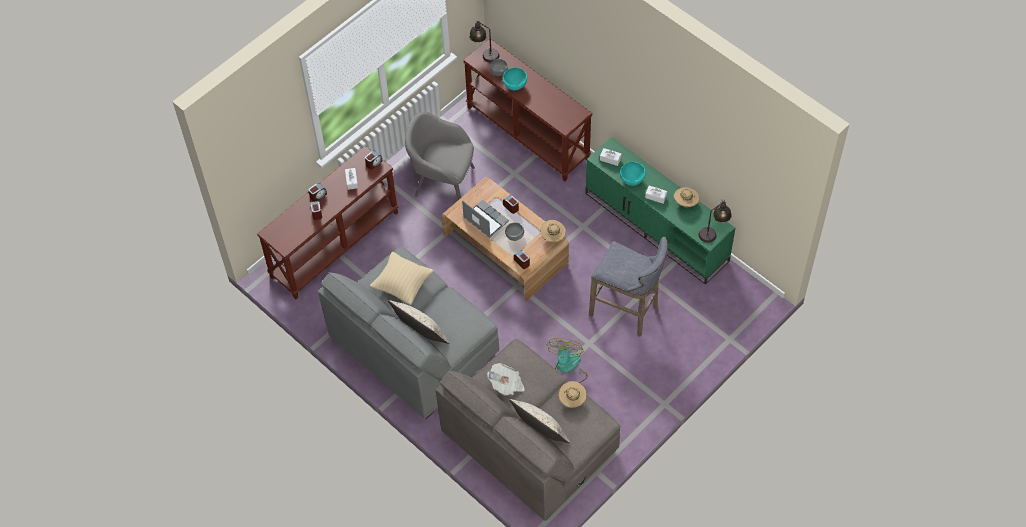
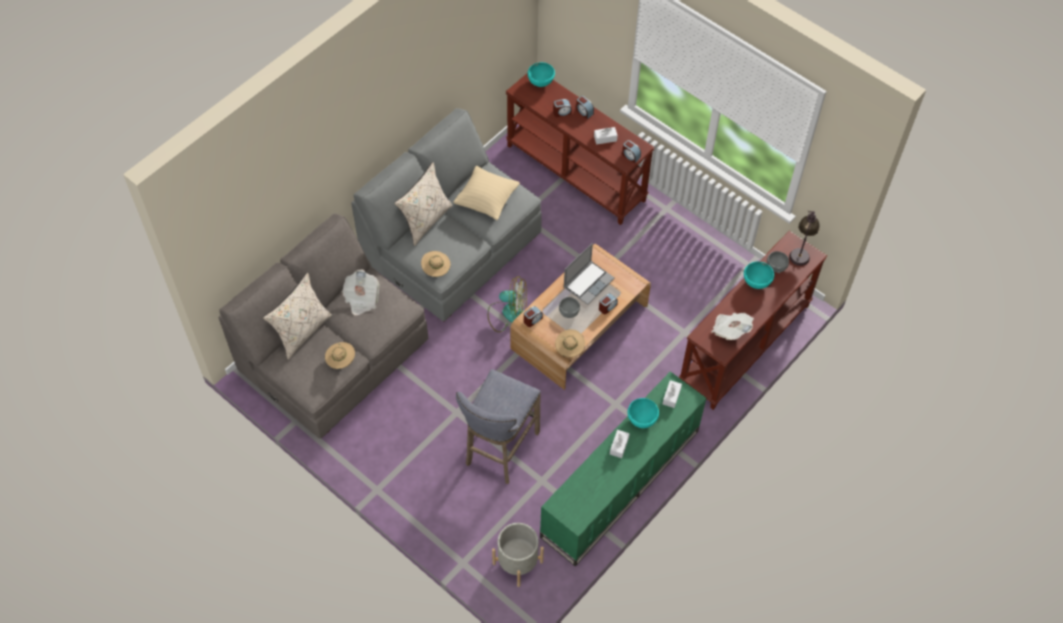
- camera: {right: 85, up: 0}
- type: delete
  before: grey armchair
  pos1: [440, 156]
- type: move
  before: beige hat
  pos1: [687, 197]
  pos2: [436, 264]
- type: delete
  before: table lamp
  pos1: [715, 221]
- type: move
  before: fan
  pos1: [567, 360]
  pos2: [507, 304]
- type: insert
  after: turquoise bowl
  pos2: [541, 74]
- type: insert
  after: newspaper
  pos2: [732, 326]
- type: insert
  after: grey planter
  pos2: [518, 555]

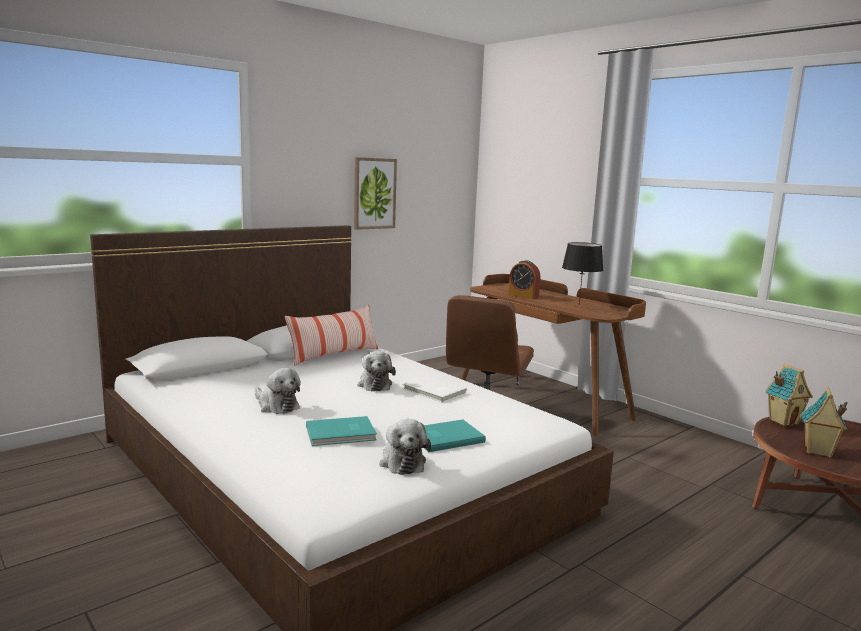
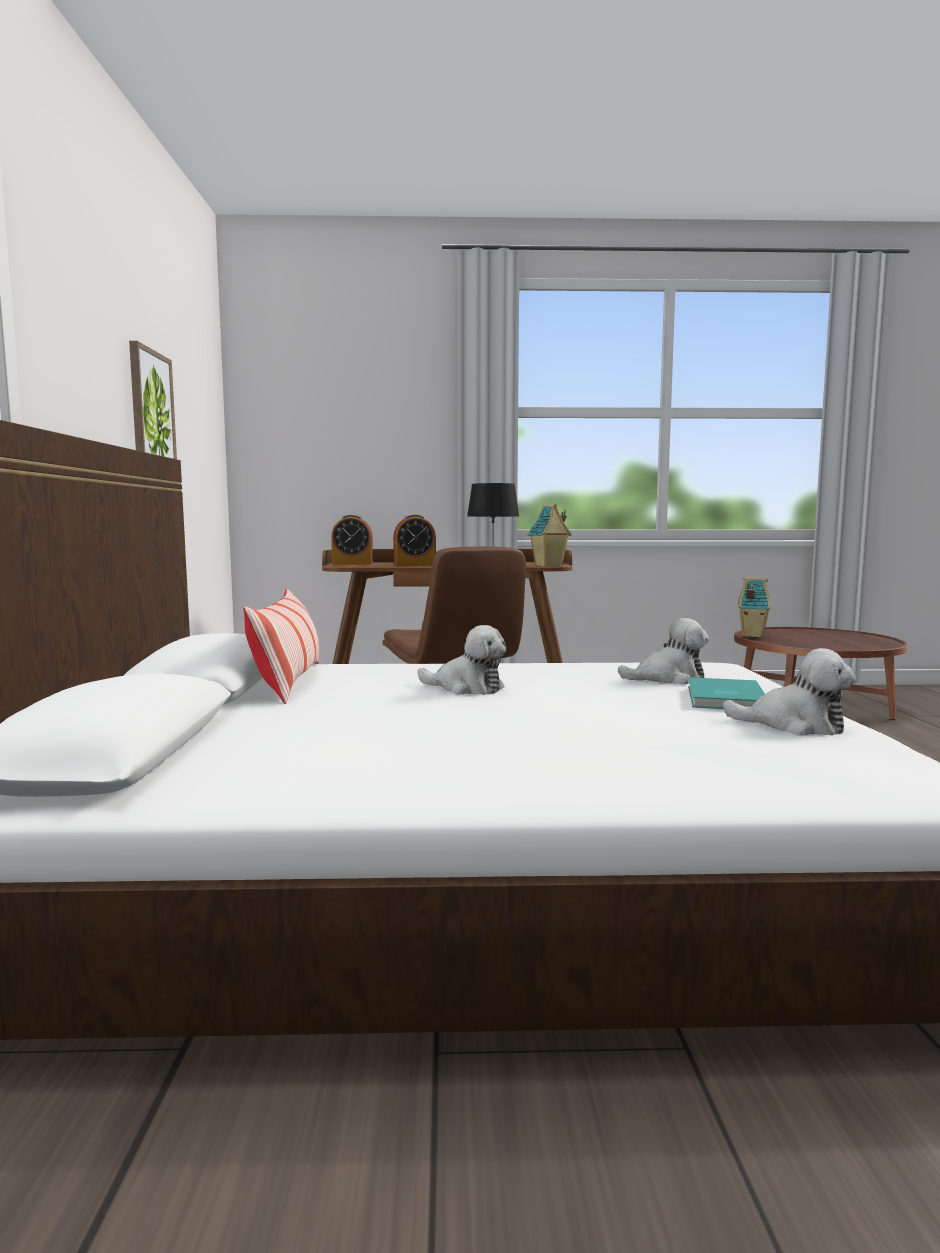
- camera: {right: -50, up: -5}
- type: move
  before: plush toy
  pos1: [278, 391]
  pos2: [663, 651]
- type: delete
  before: white book
  pos1: [435, 389]
- type: move
  before: toy house
  pos1: [824, 422]
  pos2: [549, 535]
- type: delete
  before: turquoise book
  pos1: [341, 431]
- type: insert
  after: alarm clock
  pos2: [352, 539]

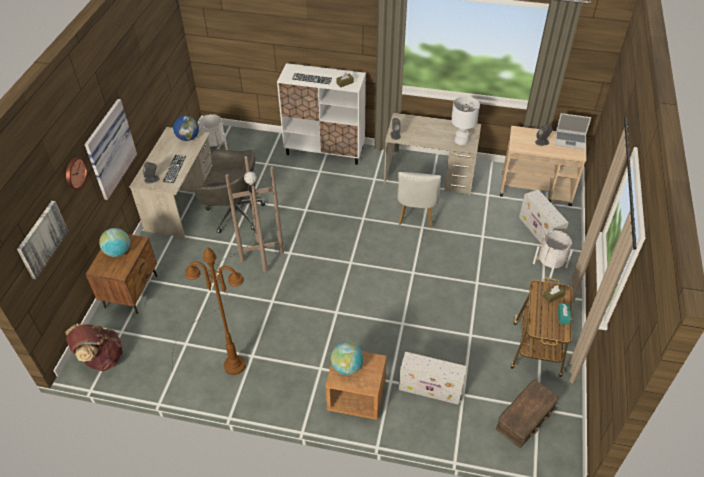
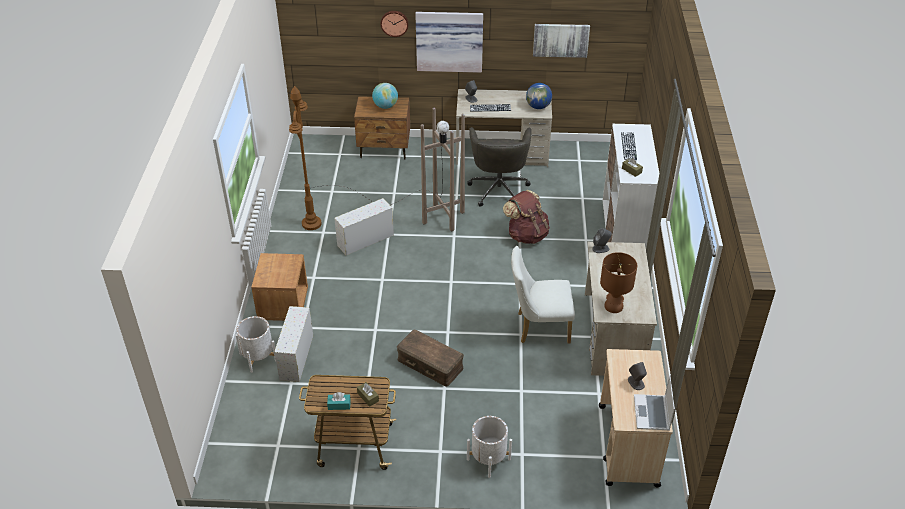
- camera: {right: 80, up: -5}
- type: recolor
  before: white table lamp
  after: brown table lamp
  pos1: [465, 120]
  pos2: [618, 282]
- type: move
  before: white planter
  pos1: [213, 132]
  pos2: [256, 344]
- type: move
  before: white storage box
  pos1: [544, 216]
  pos2: [364, 226]
- type: move
  before: picture
  pos1: [42, 240]
  pos2: [561, 41]
- type: move
  before: brown backpack
  pos1: [94, 347]
  pos2: [526, 217]
- type: delete
  before: globe
  pos1: [347, 358]
- type: move
  before: brown storage box
  pos1: [527, 414]
  pos2: [430, 358]

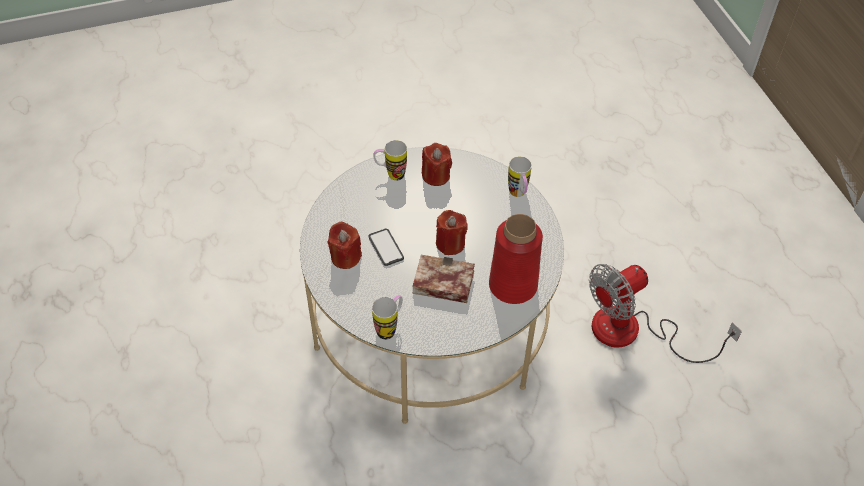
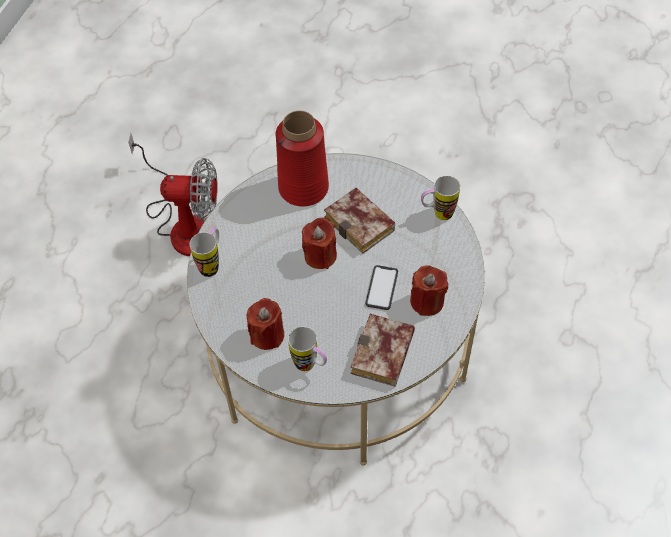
- camera: {right: -140, up: 5}
- type: insert
  after: book
  pos2: [383, 350]

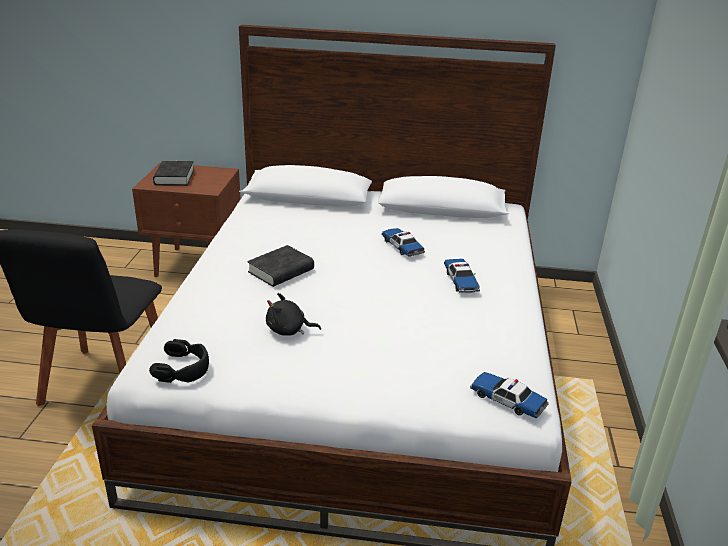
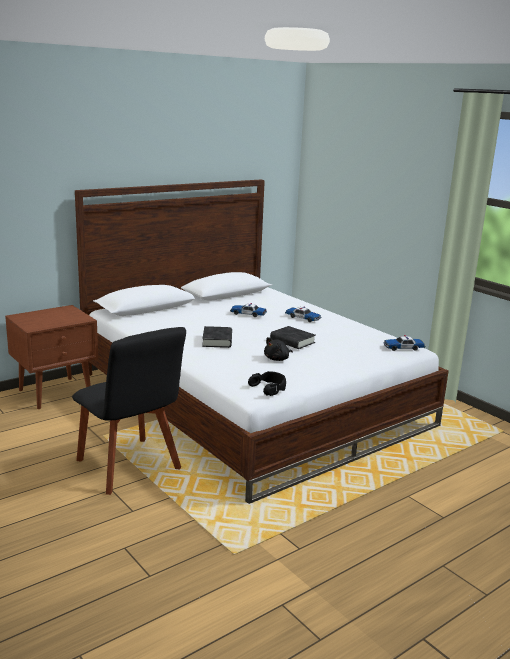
- camera: {right: -45, up: -10}
- type: move
  before: black book
  pos1: [173, 173]
  pos2: [293, 337]

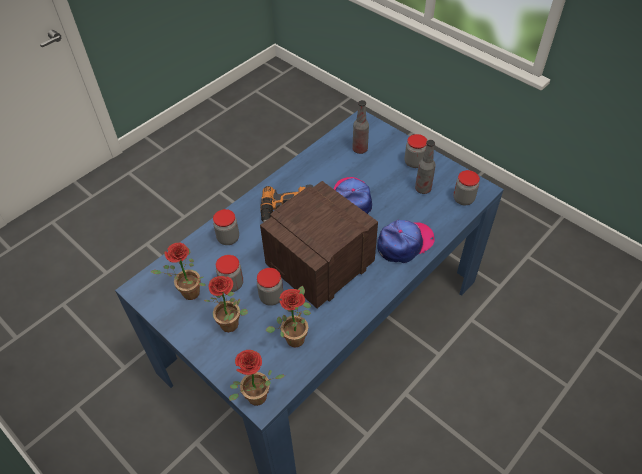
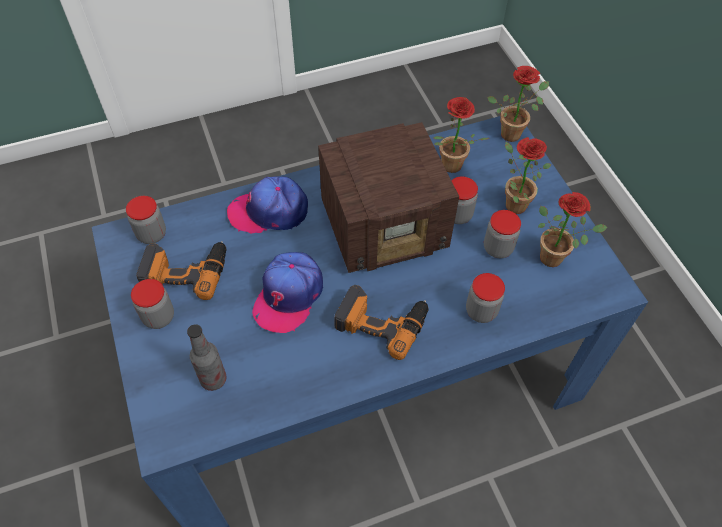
- camera: {right: -155, up: 5}
- type: replace
  before: bottle
  after: power drill
  pos1: [425, 167]
  pos2: [181, 270]

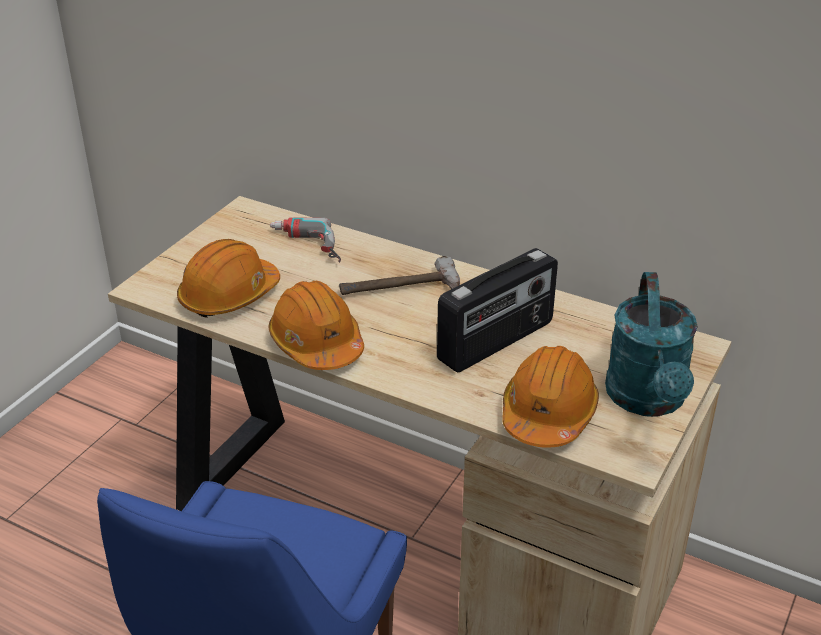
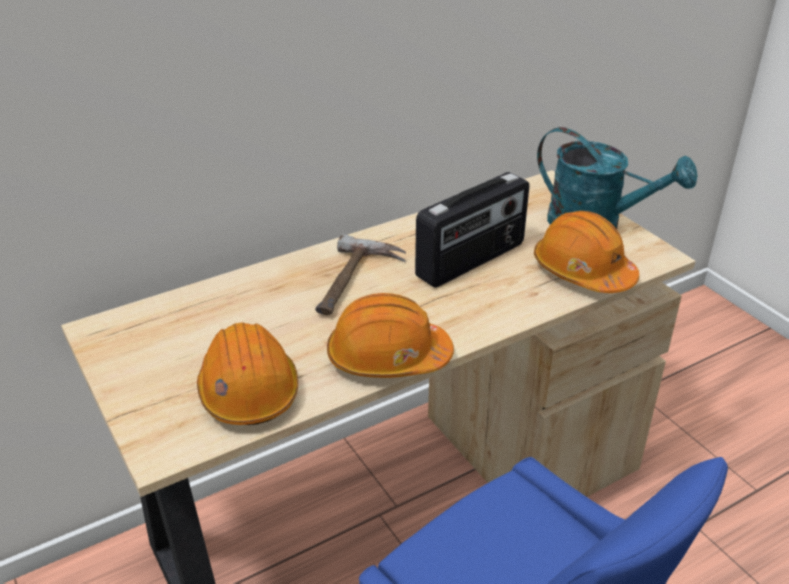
- camera: {right: -60, up: 0}
- type: delete
  before: power drill
  pos1: [305, 240]
- type: rotate
  before: radio
  pos1: [497, 310]
  pos2: [472, 230]
  turn: 60

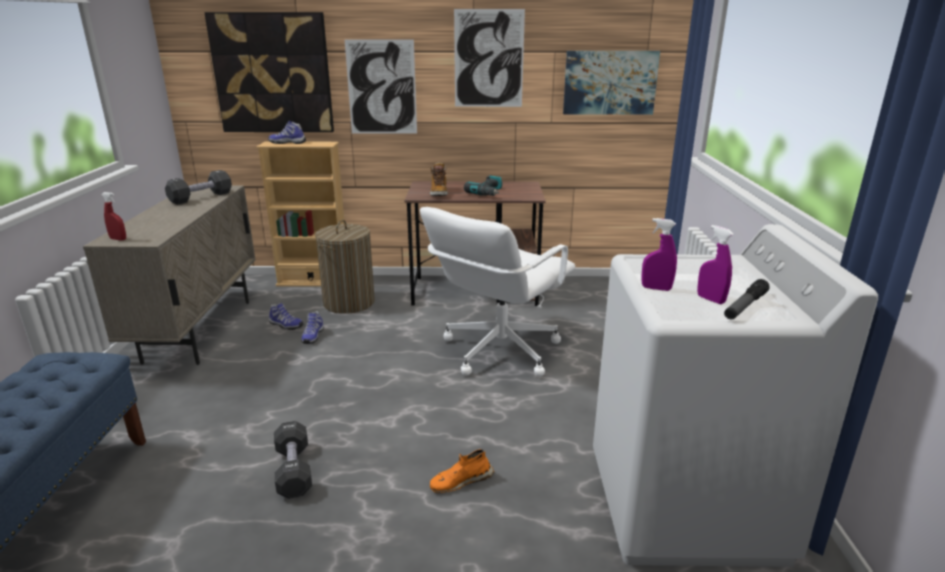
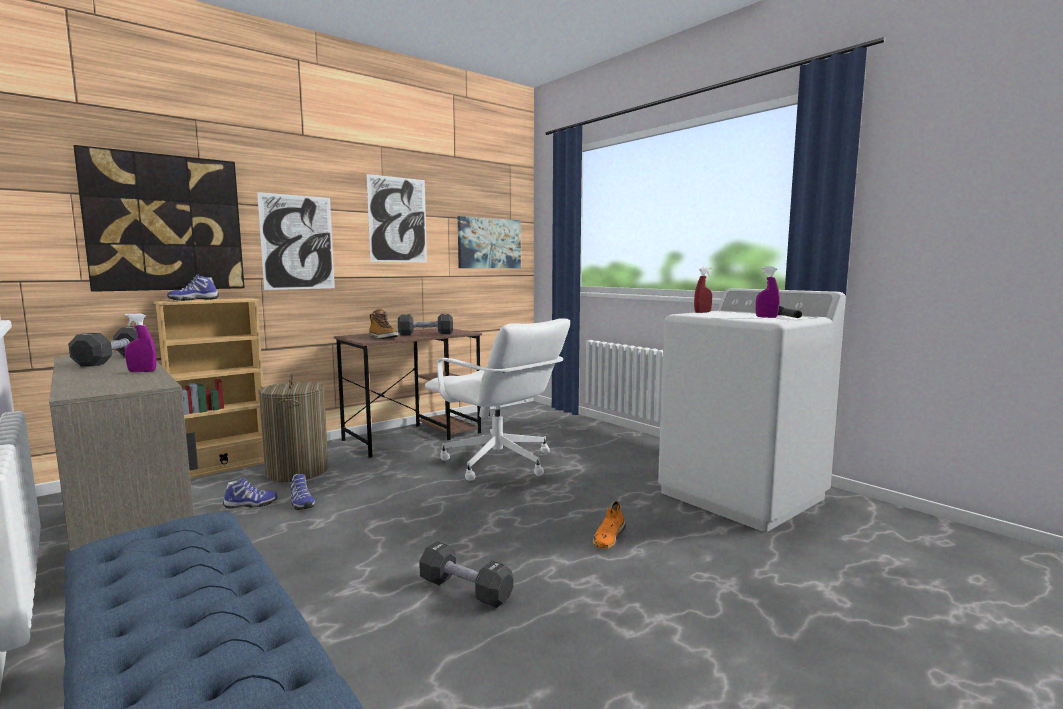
- camera: {right: -40, up: -15}
- type: replace
  before: power drill
  after: black dumbbell
  pos1: [483, 185]
  pos2: [425, 324]
- type: move
  before: red spray bottle
  pos1: [113, 216]
  pos2: [703, 290]
- type: rotate
  before: white office chair
  pos1: [498, 292]
  pos2: [497, 399]
  turn: -45
- type: move
  before: purple spray bottle
  pos1: [659, 254]
  pos2: [140, 342]

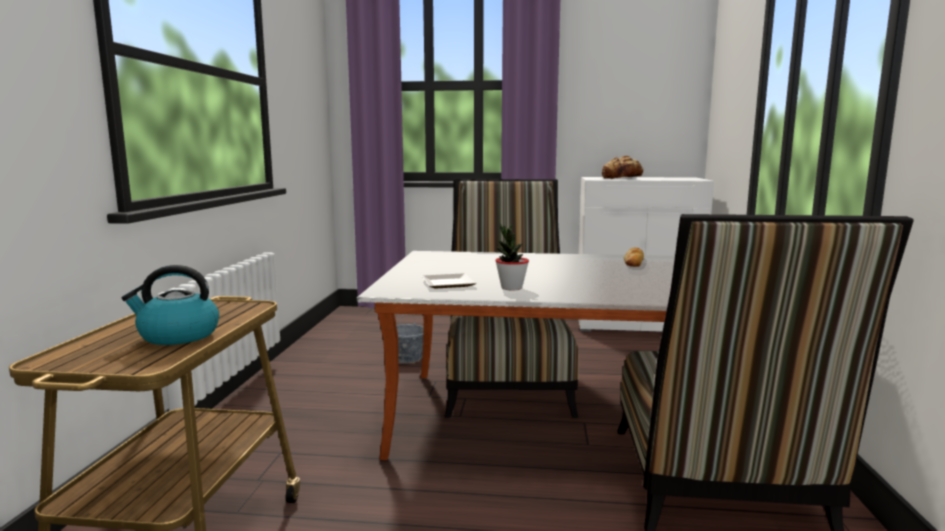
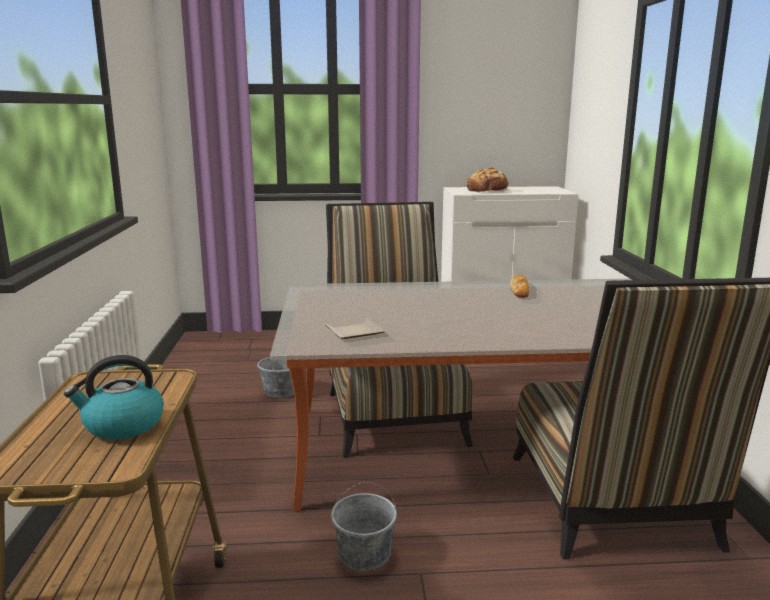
- camera: {right: -10, up: 5}
- type: delete
  before: potted plant
  pos1: [512, 257]
- type: insert
  after: grey bucket
  pos2: [364, 526]

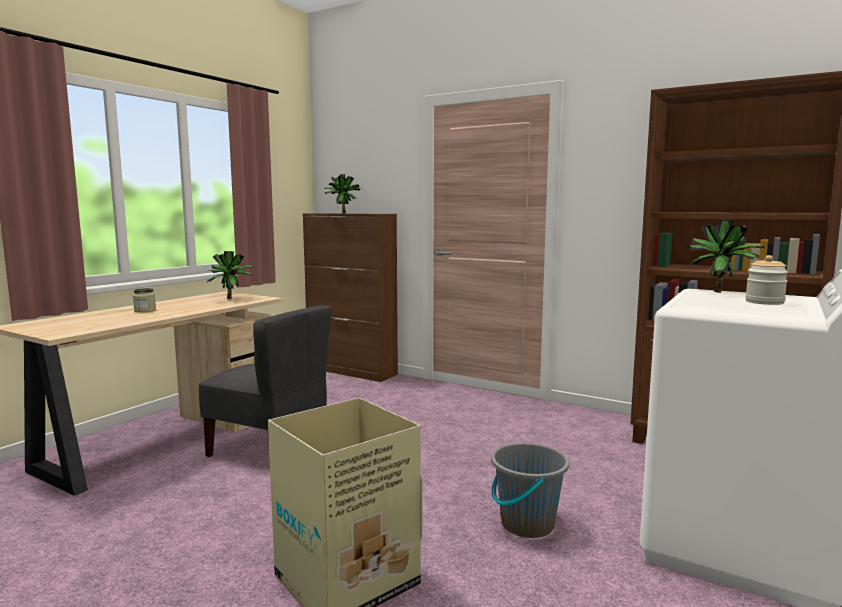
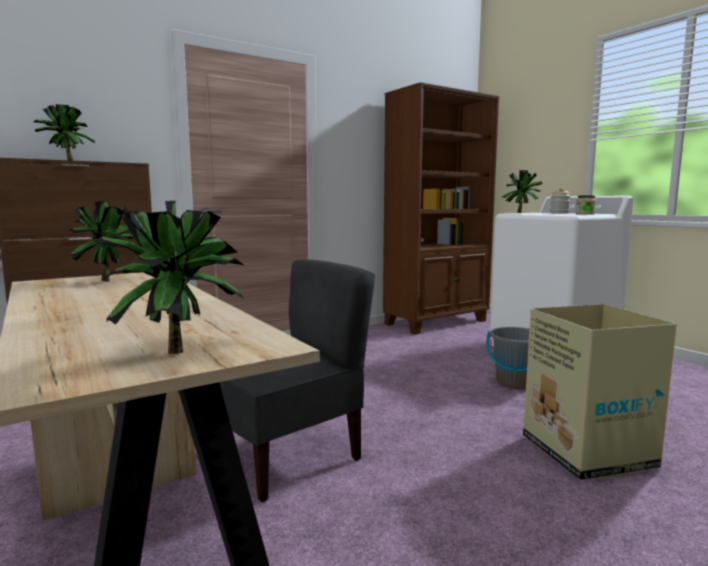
- camera: {right: -65, up: 0}
- type: move
  before: jar
  pos1: [144, 300]
  pos2: [586, 205]
- type: insert
  after: potted plant
  pos2: [169, 277]

